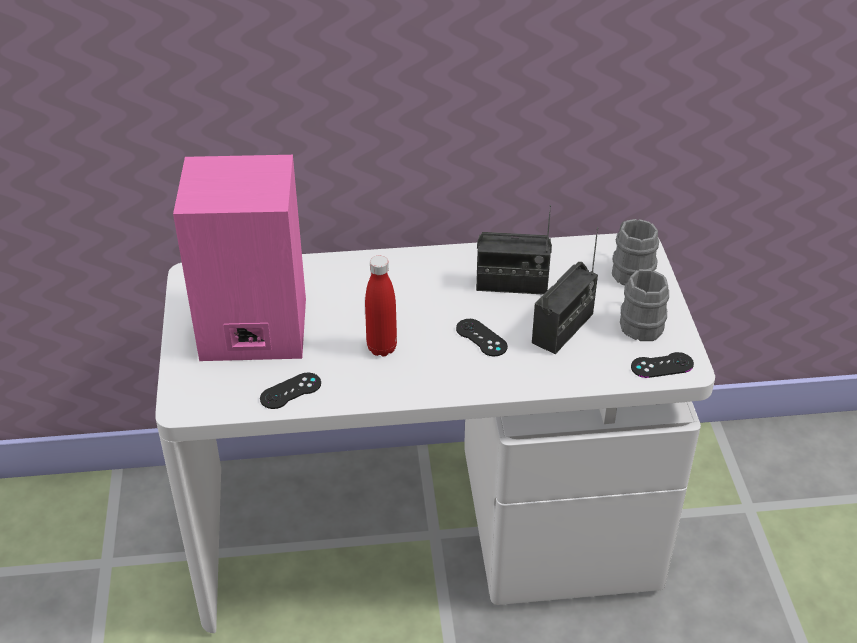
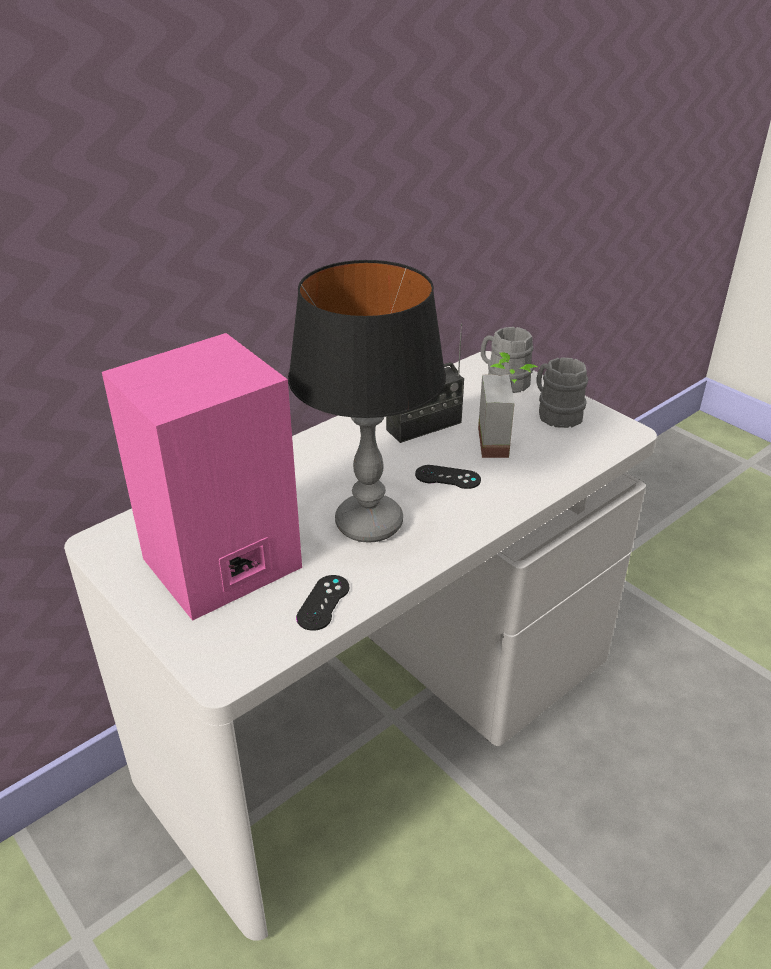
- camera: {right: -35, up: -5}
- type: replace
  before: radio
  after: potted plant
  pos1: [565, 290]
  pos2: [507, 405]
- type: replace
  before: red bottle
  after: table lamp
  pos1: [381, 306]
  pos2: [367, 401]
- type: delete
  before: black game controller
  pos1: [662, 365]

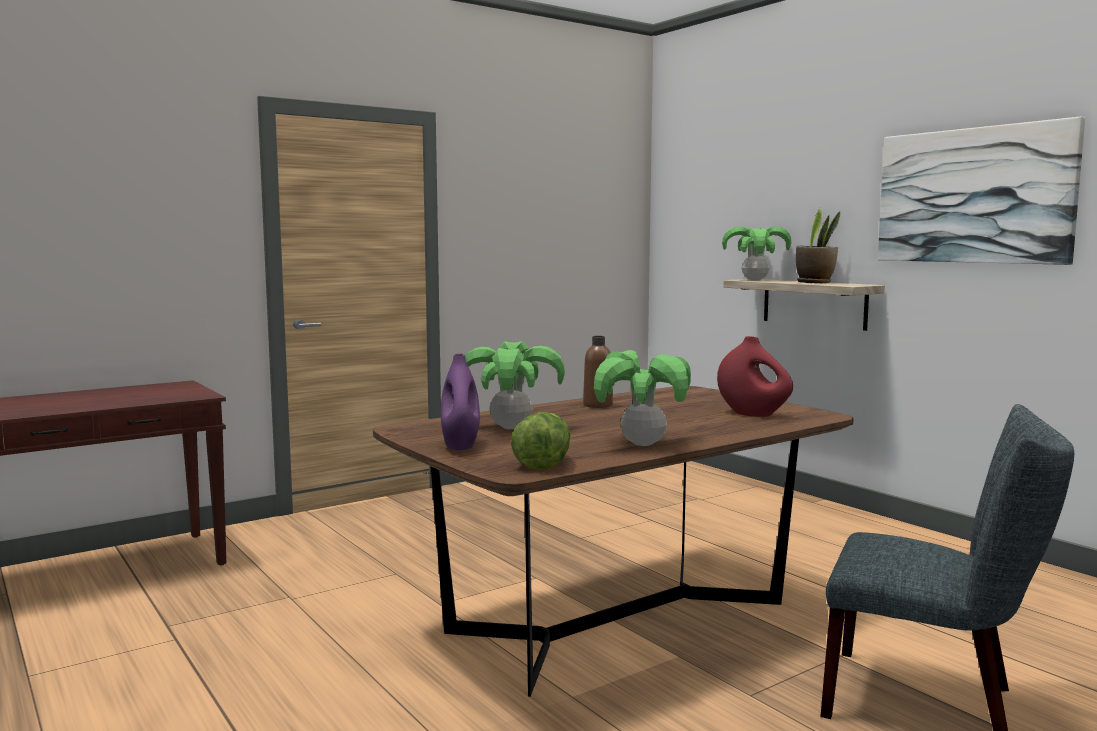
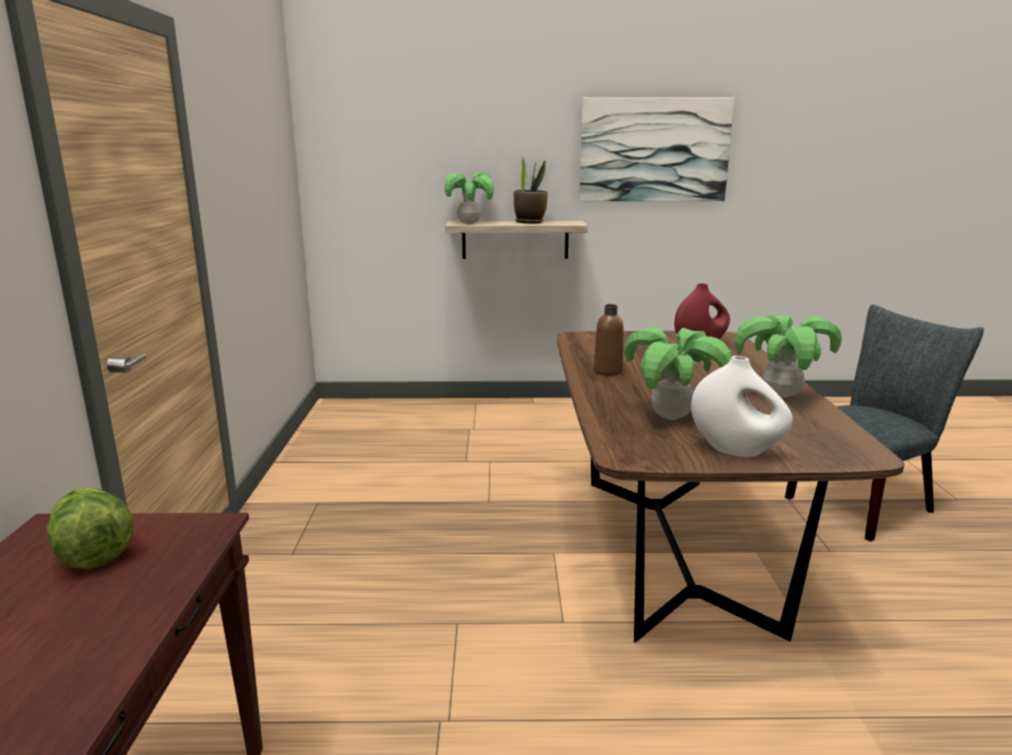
- camera: {right: -55, up: 10}
- type: recolor
  before: purple vase
  after: white vase
  pos1: [460, 401]
  pos2: [742, 406]
- type: move
  before: lettuce
  pos1: [540, 441]
  pos2: [90, 528]

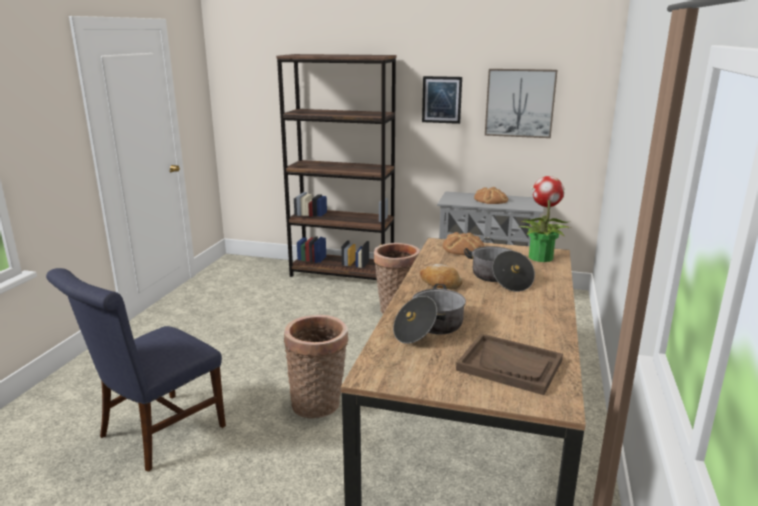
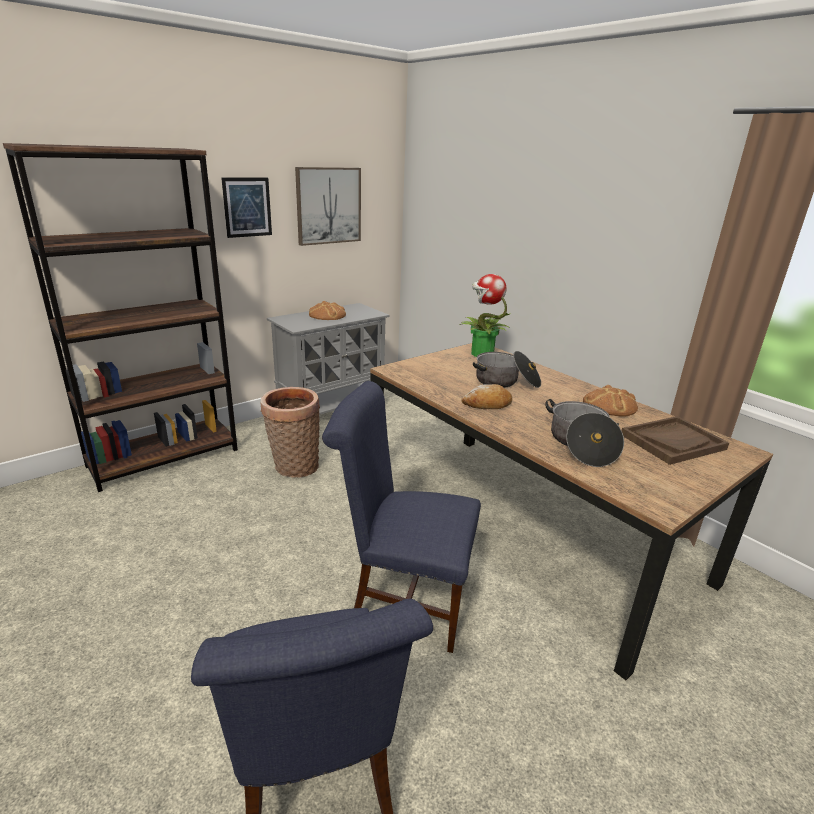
- camera: {right: -55, up: 5}
- type: move
  before: bread
  pos1: [464, 243]
  pos2: [610, 401]
- type: replace
  before: basket
  after: blue chair
  pos1: [316, 367]
  pos2: [401, 517]

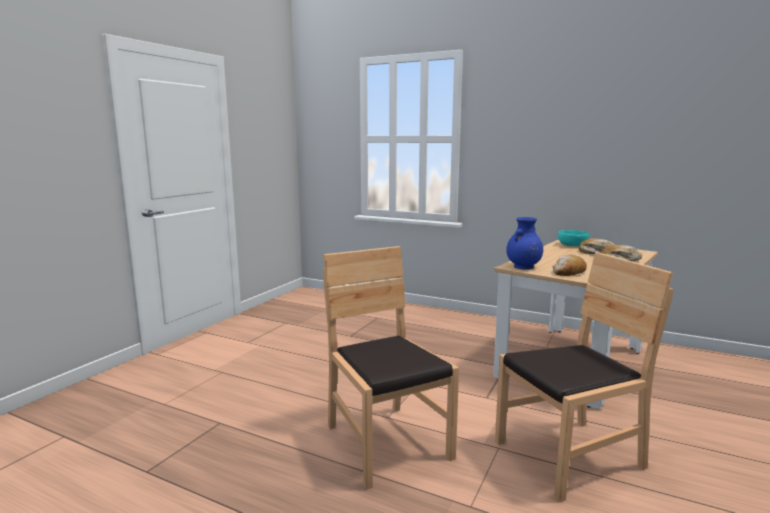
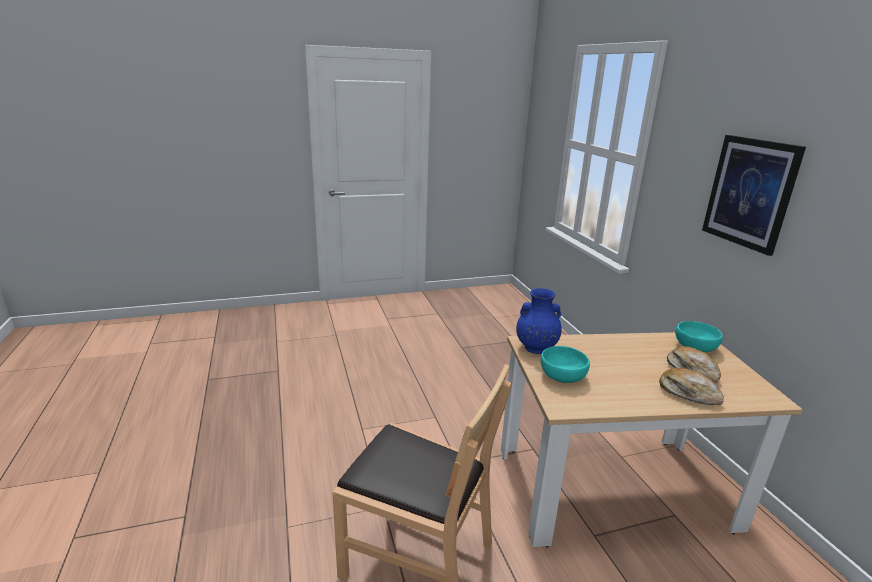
- camera: {right: 45, up: 10}
- type: delete
  before: brown chair
  pos1: [391, 368]
- type: replace
  before: bread
  after: turquoise bowl
  pos1: [570, 265]
  pos2: [565, 364]
- type: insert
  after: picture
  pos2: [754, 195]

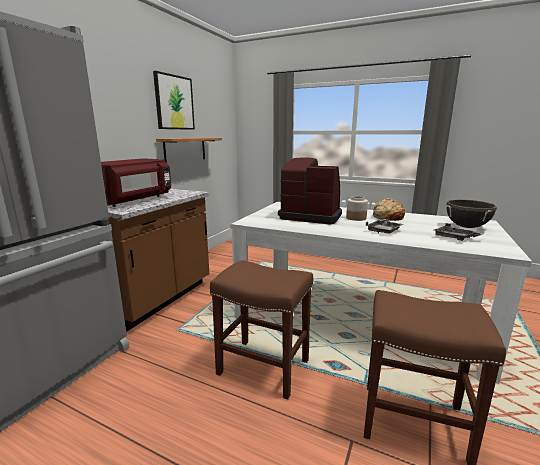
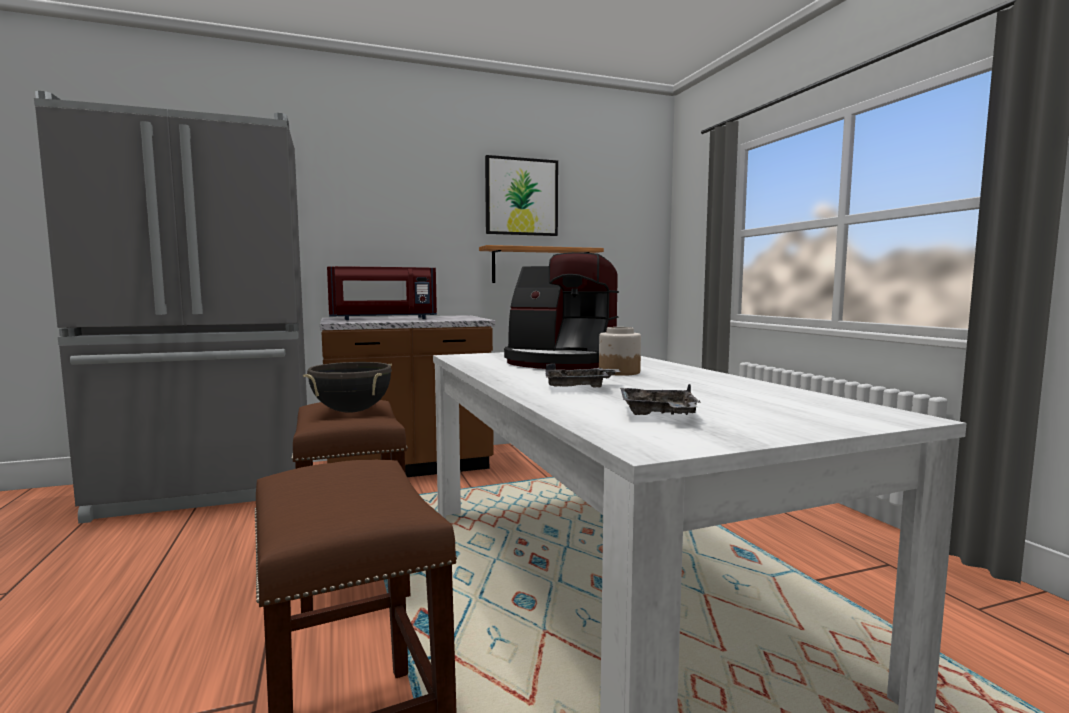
- camera: {right: 45, up: -10}
- type: rotate
  before: coffee machine
  pos1: [310, 190]
  pos2: [561, 311]
  turn: 135
- type: delete
  before: bread
  pos1: [389, 209]
- type: move
  before: black cooking pot
  pos1: [471, 214]
  pos2: [347, 387]

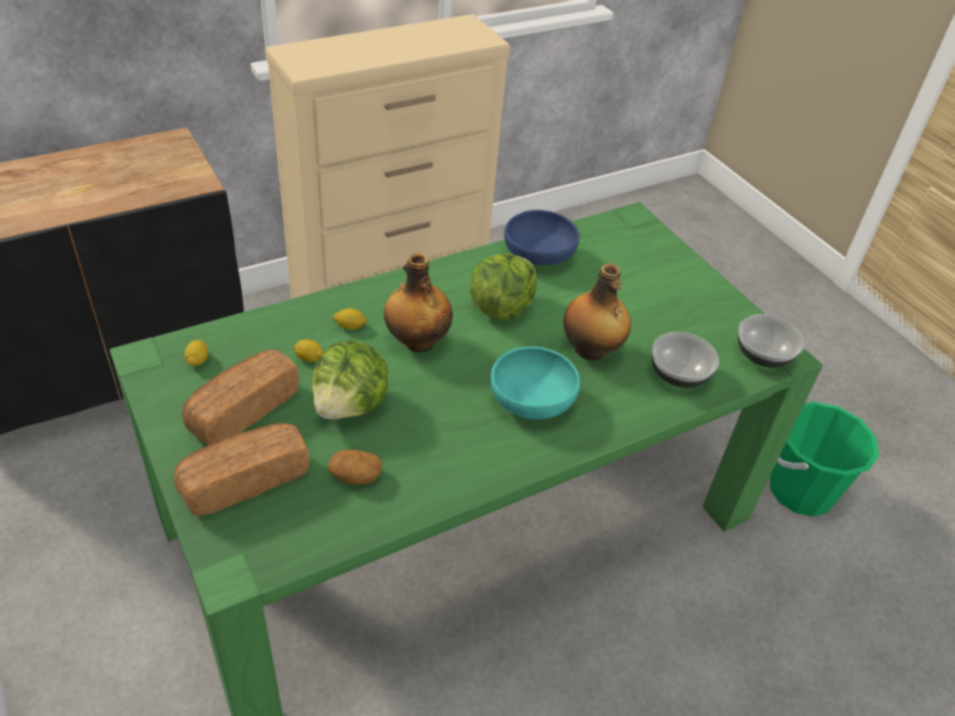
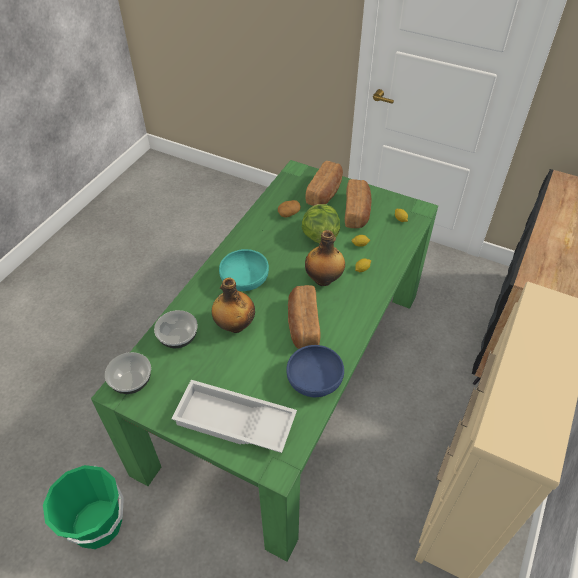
- camera: {right: 150, up: 5}
- type: replace
  before: lettuce
  after: bread
  pos1: [503, 287]
  pos2: [304, 317]
- type: insert
  after: white tray
  pos2: [234, 416]

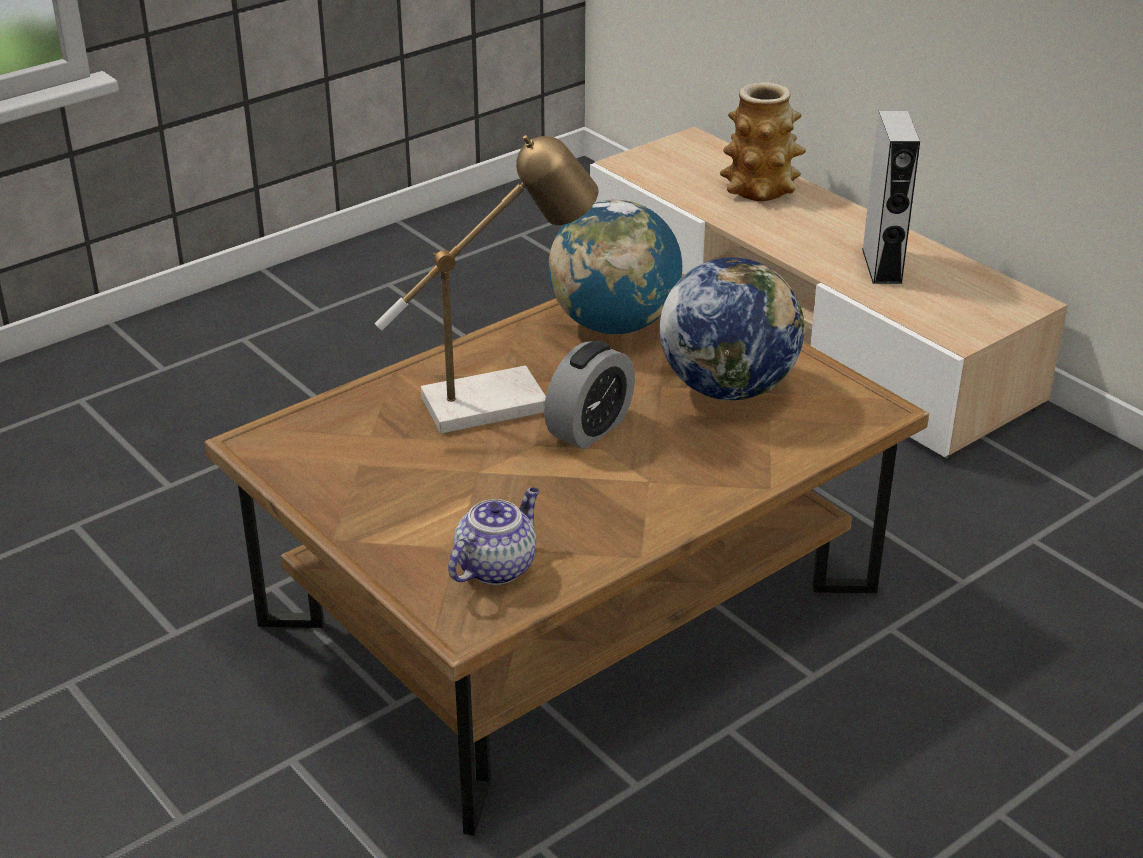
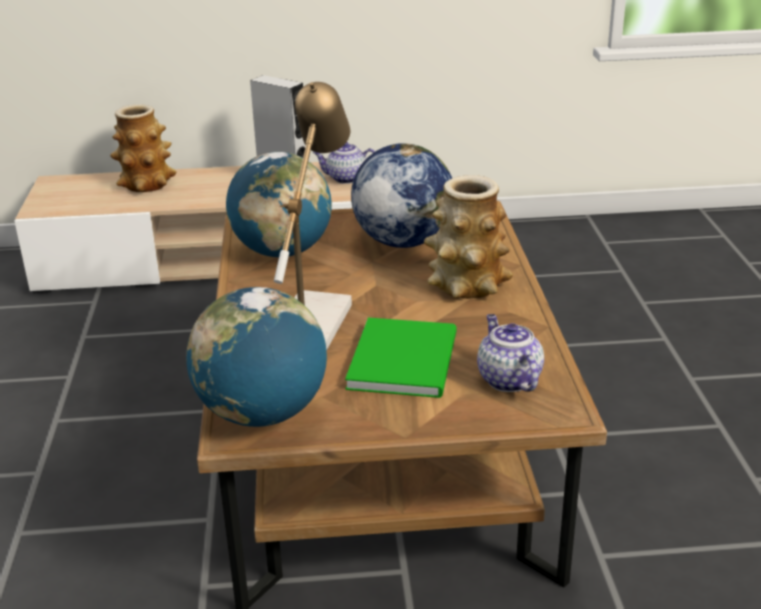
- camera: {right: -55, up: -5}
- type: delete
  before: alarm clock
  pos1: [589, 395]
- type: insert
  after: teapot
  pos2: [344, 163]
- type: insert
  after: vase
  pos2: [468, 236]
- type: insert
  after: globe
  pos2: [256, 357]
- type: insert
  after: green book
  pos2: [400, 358]

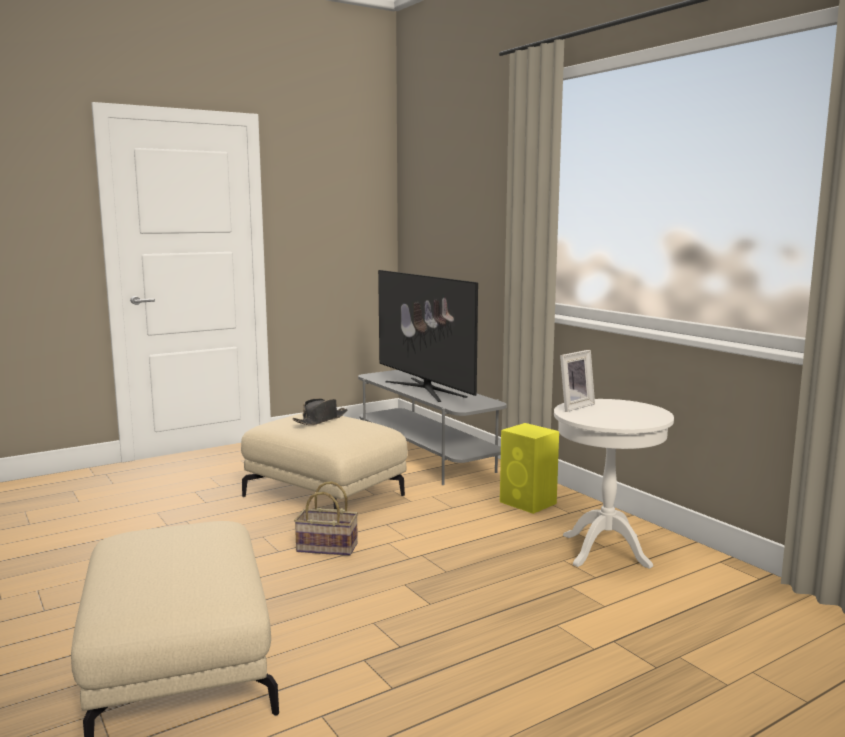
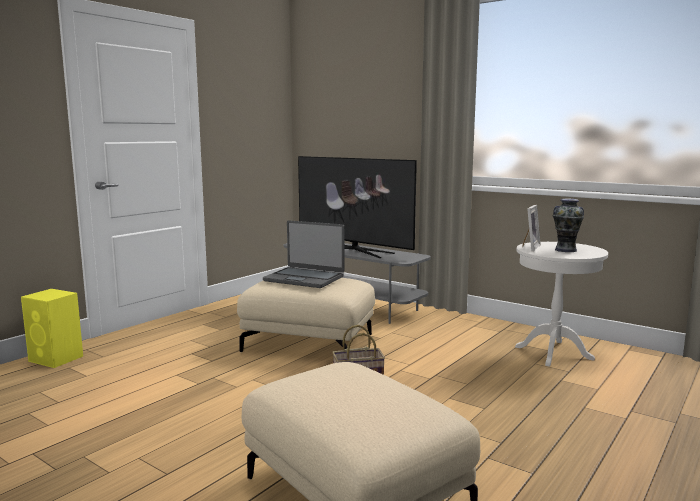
- camera: {right: -20, up: 0}
- type: replace
  before: black hat
  after: laptop
  pos1: [319, 411]
  pos2: [303, 254]
- type: move
  before: yellow speaker
  pos1: [529, 468]
  pos2: [52, 328]
- type: insert
  after: vase
  pos2: [568, 225]

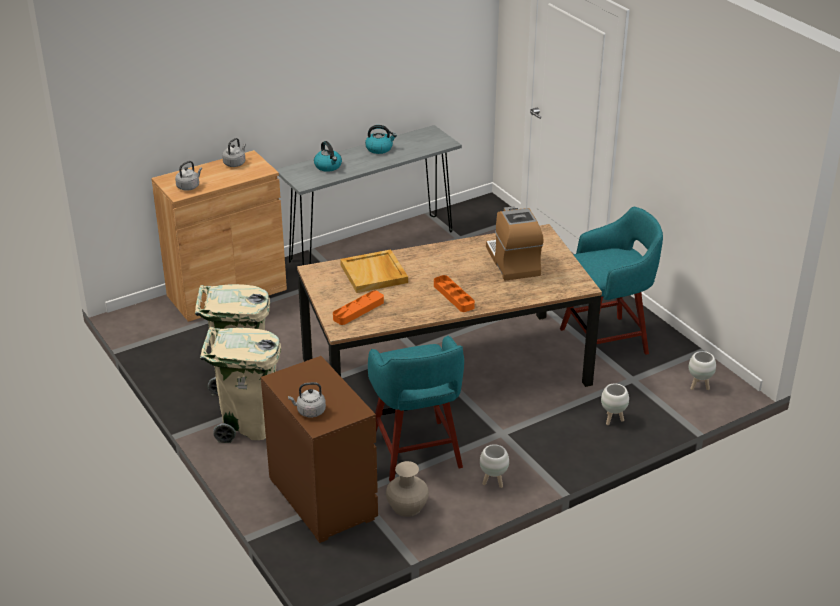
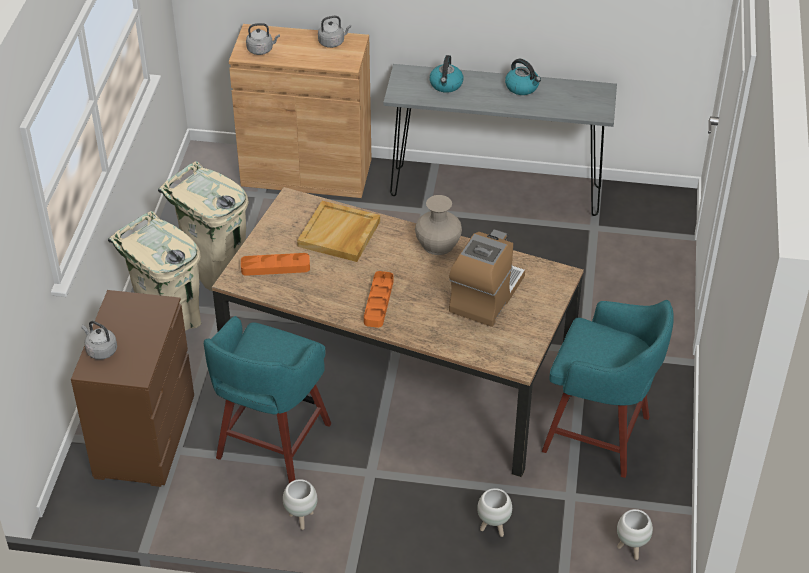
- camera: {right: 40, up: 10}
- type: move
  before: beige vase
  pos1: [407, 489]
  pos2: [438, 225]

